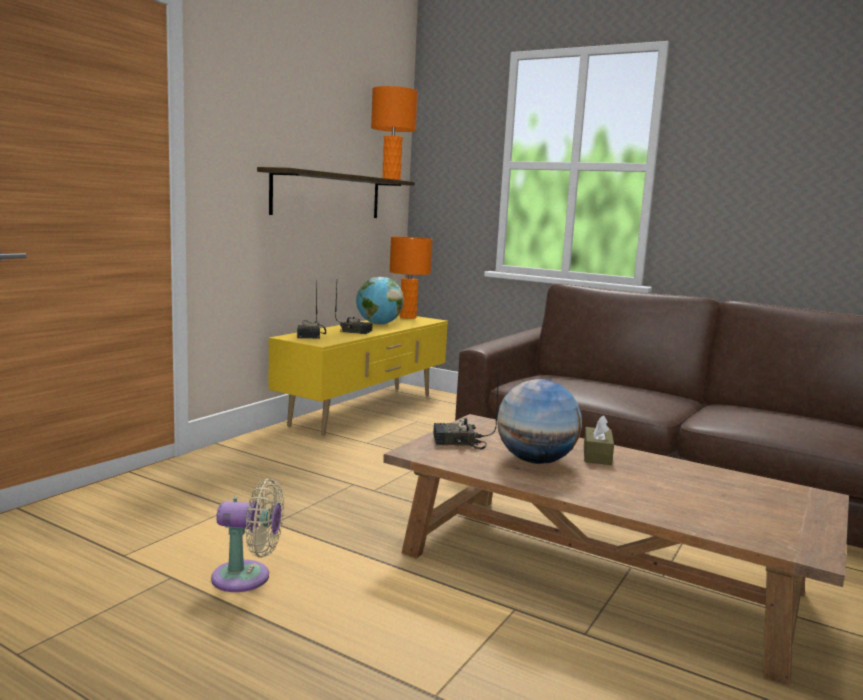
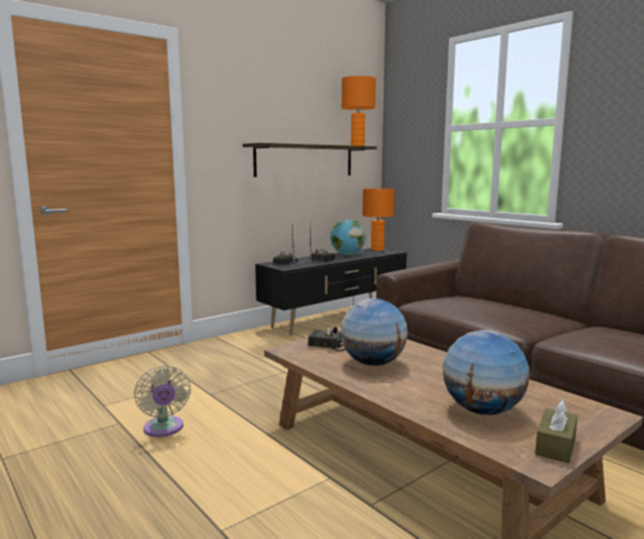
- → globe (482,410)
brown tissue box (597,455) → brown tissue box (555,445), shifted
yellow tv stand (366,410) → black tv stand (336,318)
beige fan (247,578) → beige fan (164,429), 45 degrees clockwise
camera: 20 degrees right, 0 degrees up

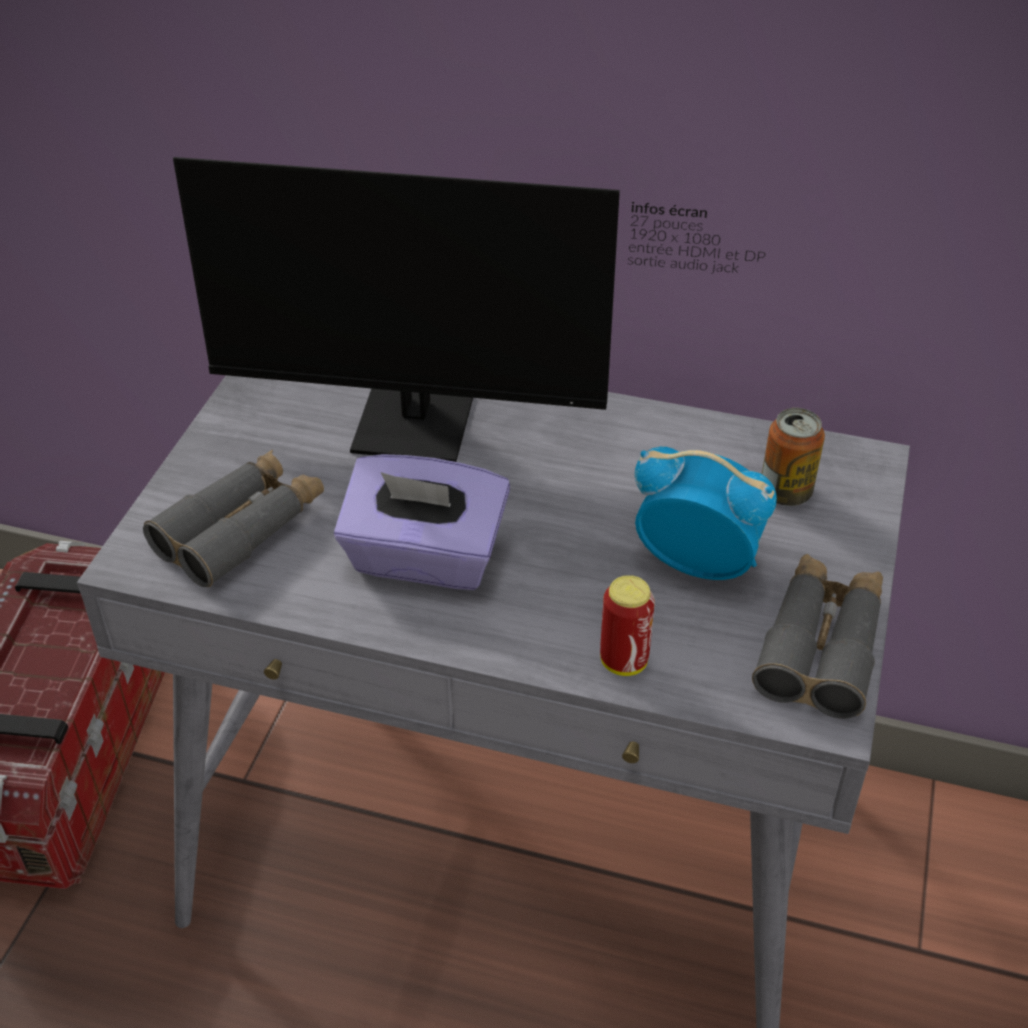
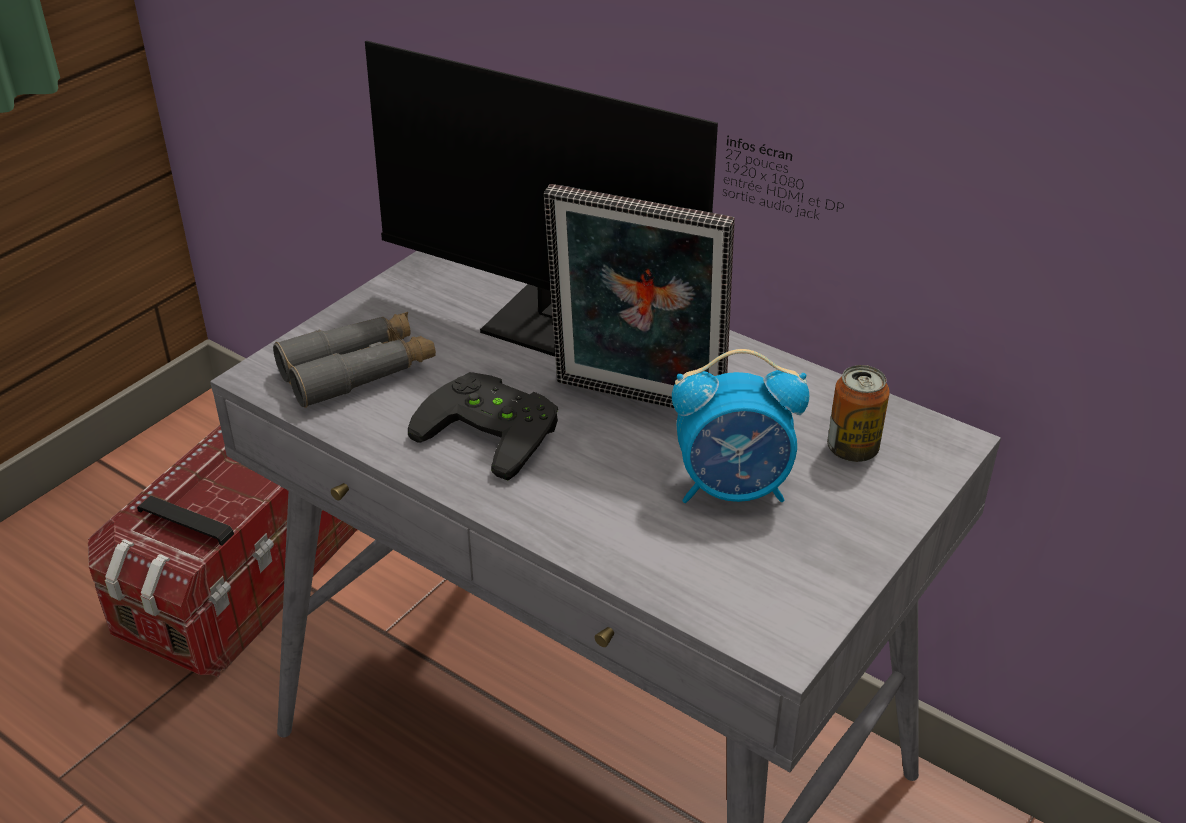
can (623,661) → -
grey binoculars (821,646) → -
- → picture frame (636,402)
purple tissue box (425,559) → black game controller (494,428)
alarm clock (697,563) → alarm clock (734,489), 135 degrees clockwise
camera: 20 degrees right, 5 degrees down

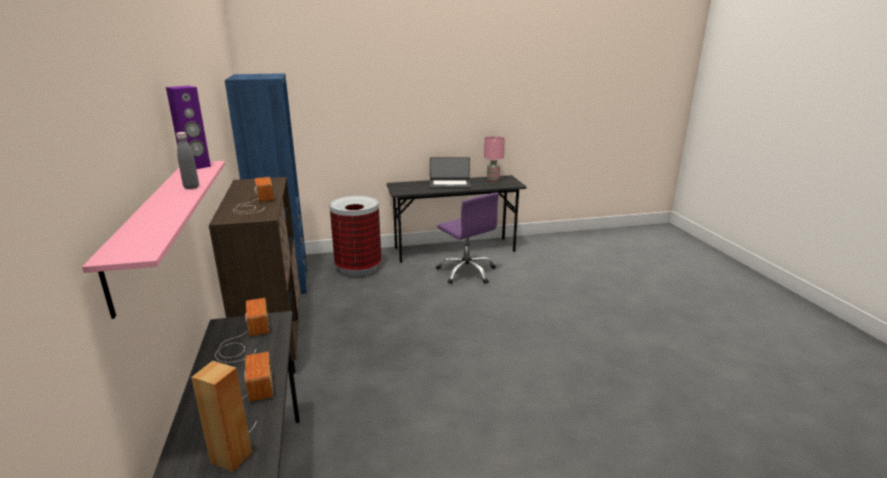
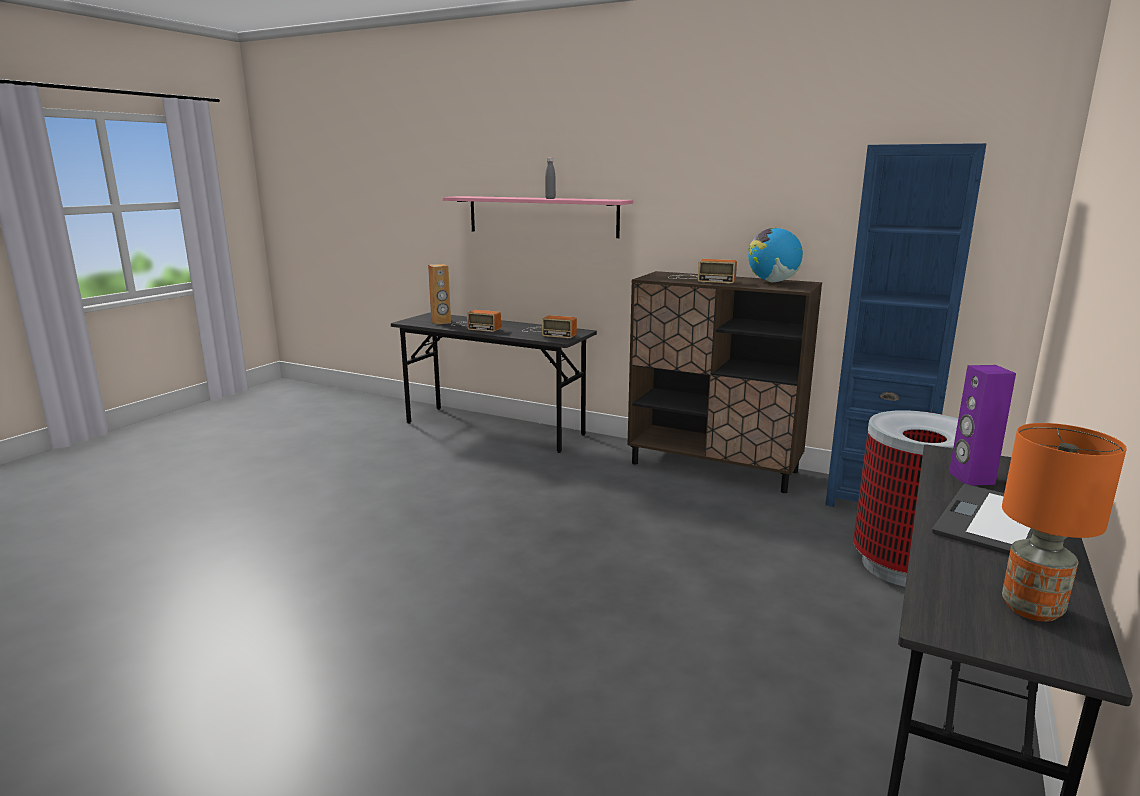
purple office chair (467,272) → -
- → globe (772,282)
purple speaker (196,166) → purple speaker (971,478), shifted
pink table lamp (493,180) → orange table lamp (1032,609)
camera: 130 degrees right, 5 degrees down

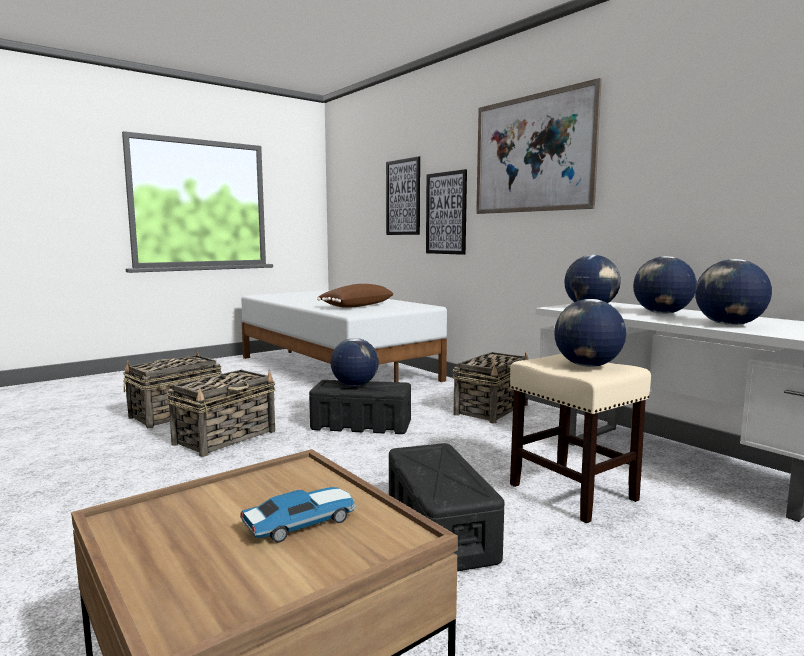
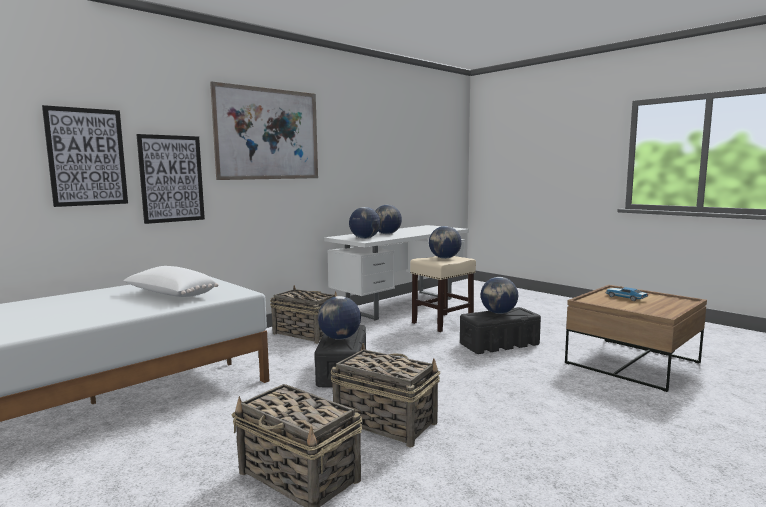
globe (728,325) → globe (498,313), shifted
brown pillow (356,306) → white pillow (170,295)
camera: 95 degrees left, 0 degrees up

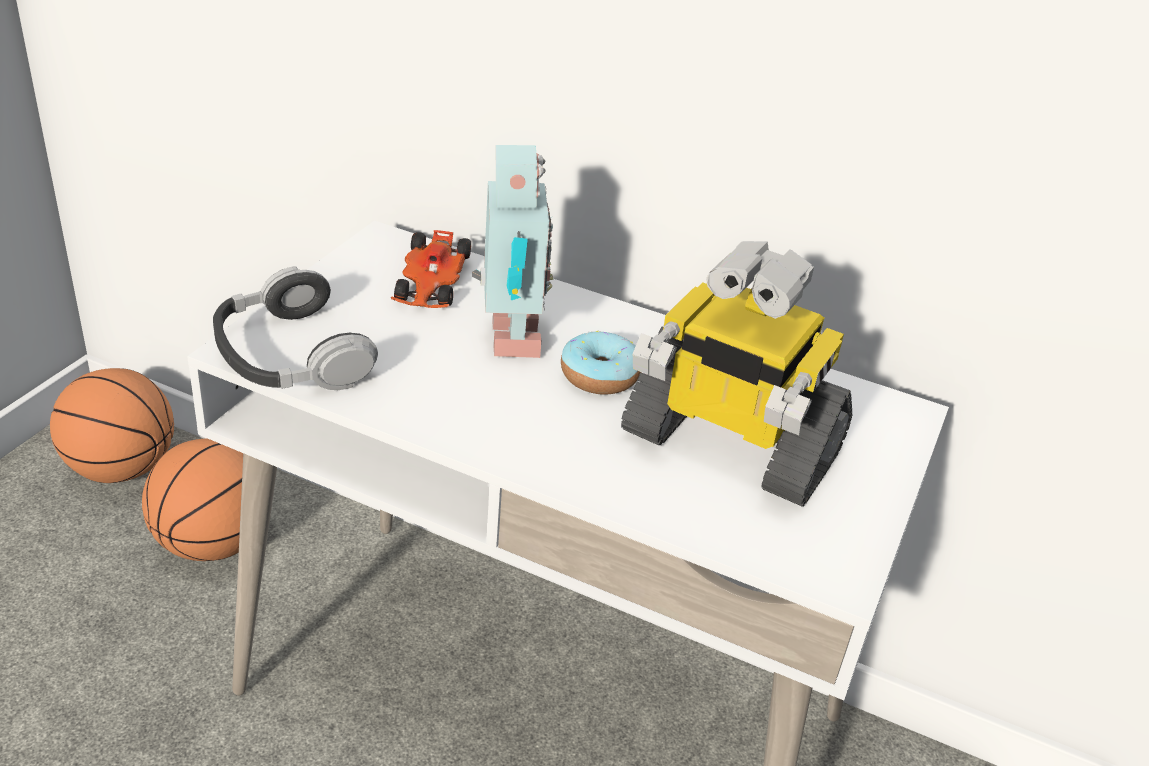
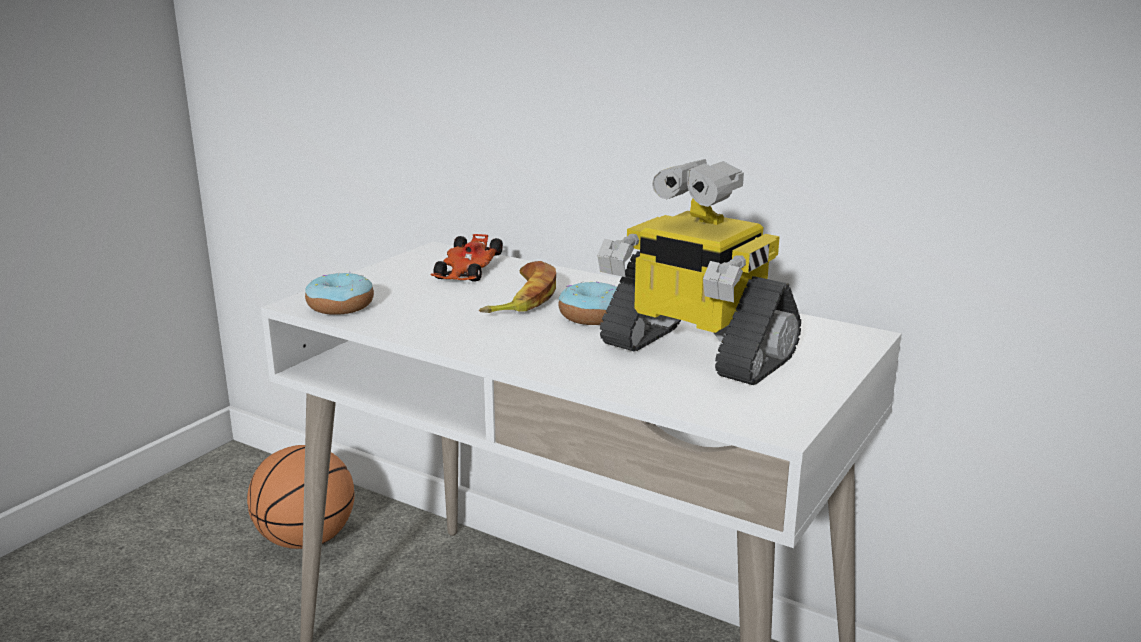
basketball (121,469) → -
headphones (289,355) → donut (340,306)
toy robot (508,341) → banana (521,298)
camera: 10 degrees right, 15 degrees down

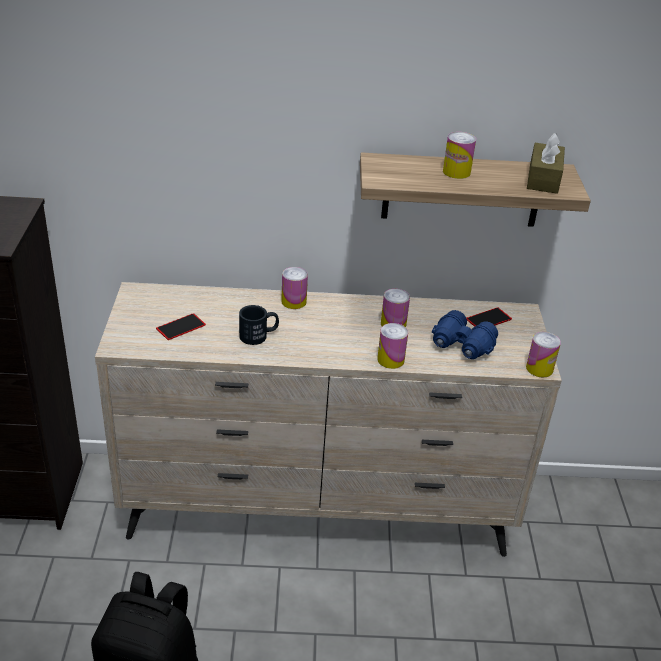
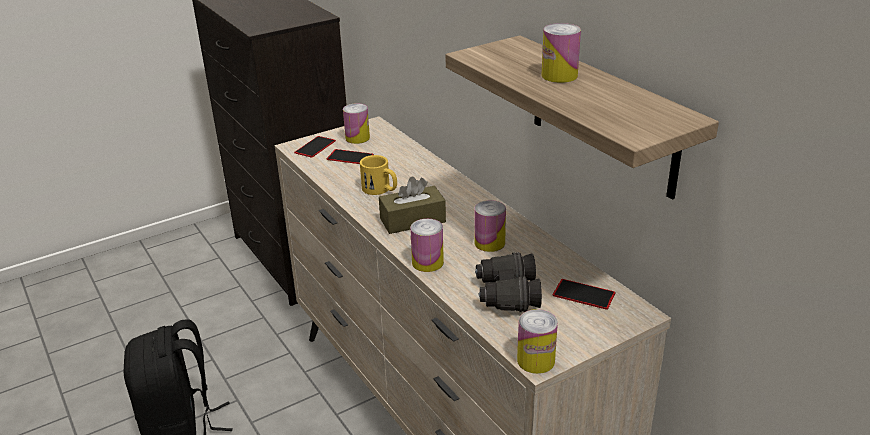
- → phone (315,147)
can (293,301) → can (357,138), shifted
brown tissue box (543,179) → brown tissue box (412,220), shifted
black mug (259,335) → yellow mug (380,190)
blue binoculars (461,346) → black binoculars (507,294)
camera: 60 degrees right, 5 degrees down

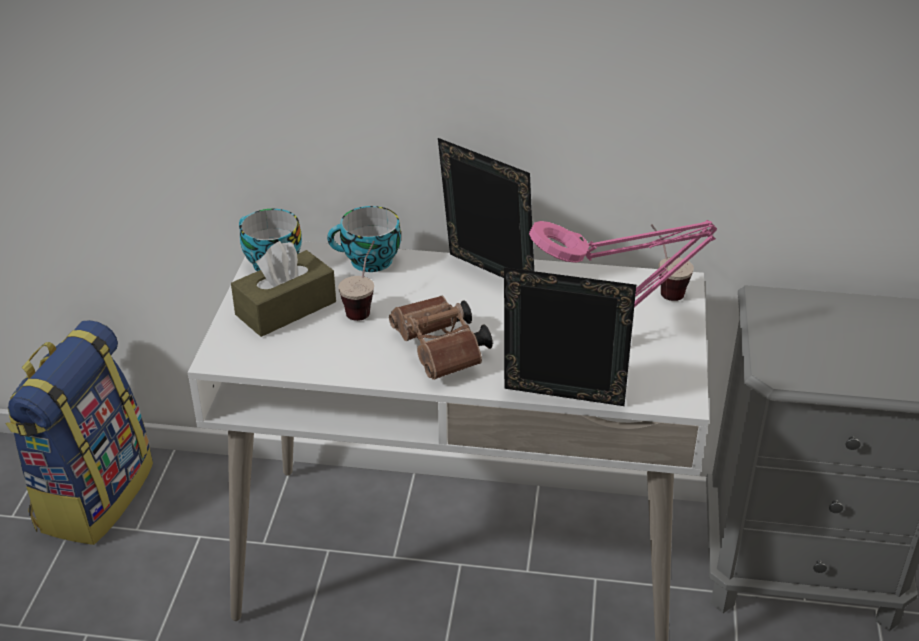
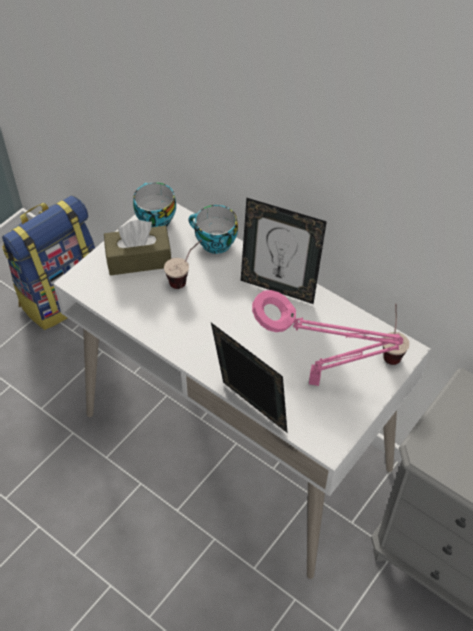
brown binoculars (441,353) → -
picture frame (486,276) → picture frame (278,287), 135 degrees clockwise
camera: 30 degrees right, 15 degrees up

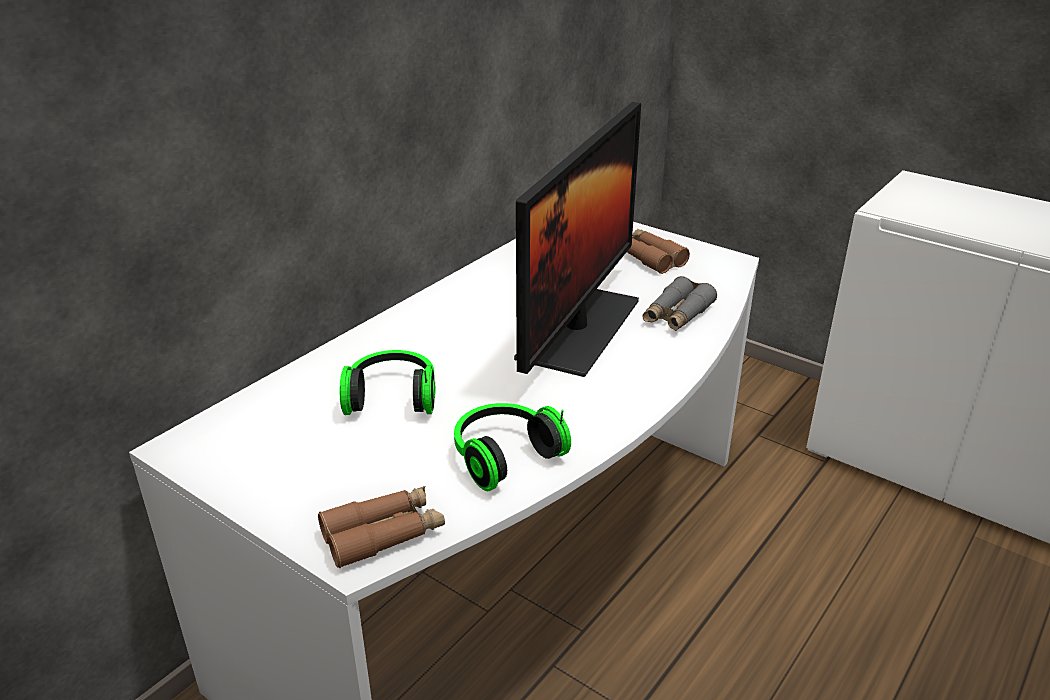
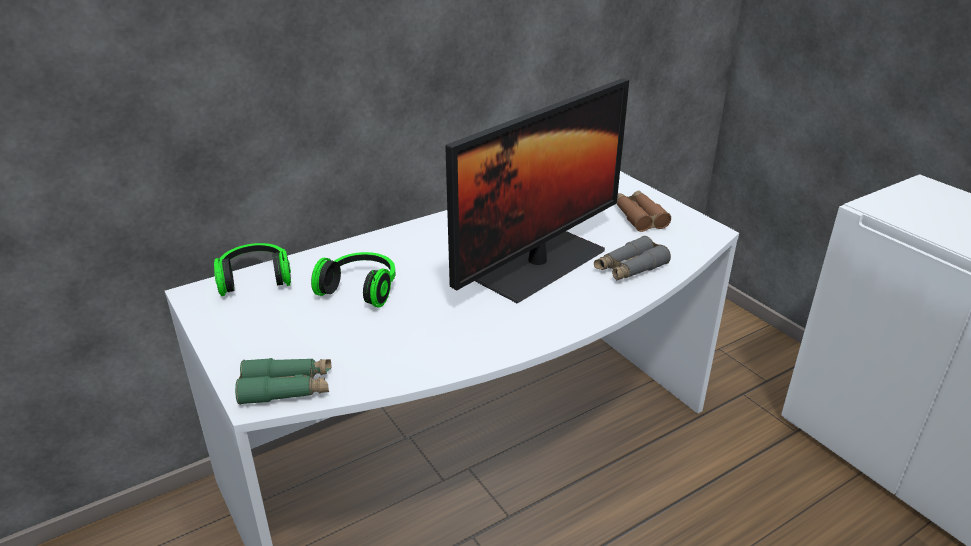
headphones (503,456) → headphones (255,279), shifted
brown binoculars (383,534) → green binoculars (287,388)
camera: 20 degrees right, 0 degrees up

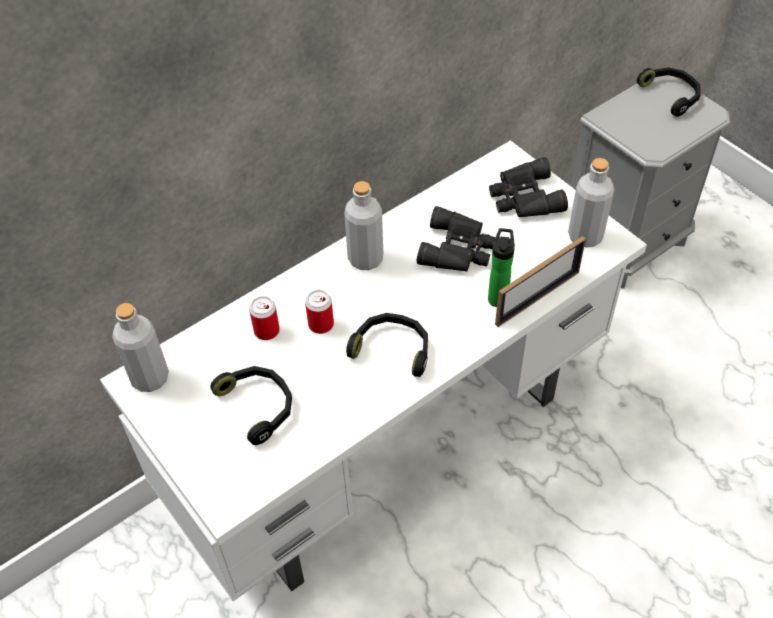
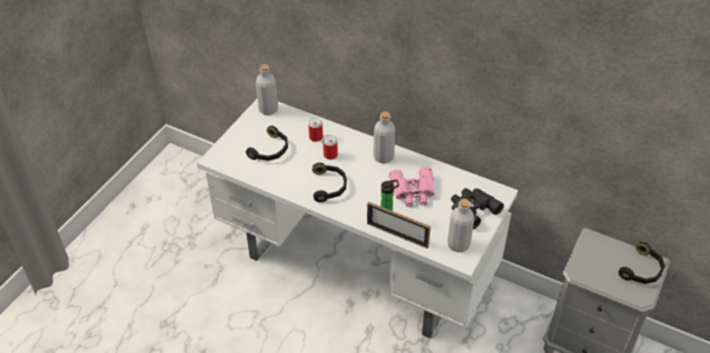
black binoculars (458,249) → pink binoculars (413,192)
camera: 65 degrees right, 5 degrees down

